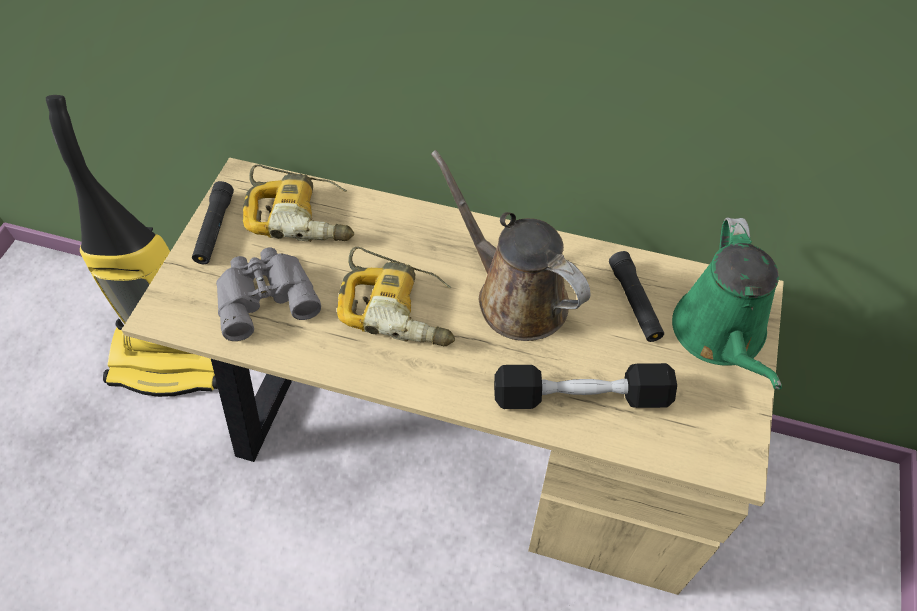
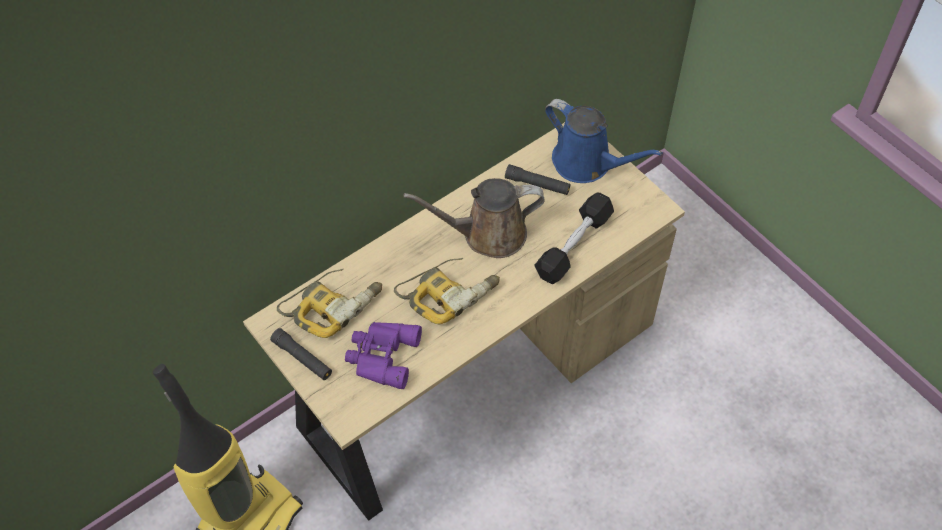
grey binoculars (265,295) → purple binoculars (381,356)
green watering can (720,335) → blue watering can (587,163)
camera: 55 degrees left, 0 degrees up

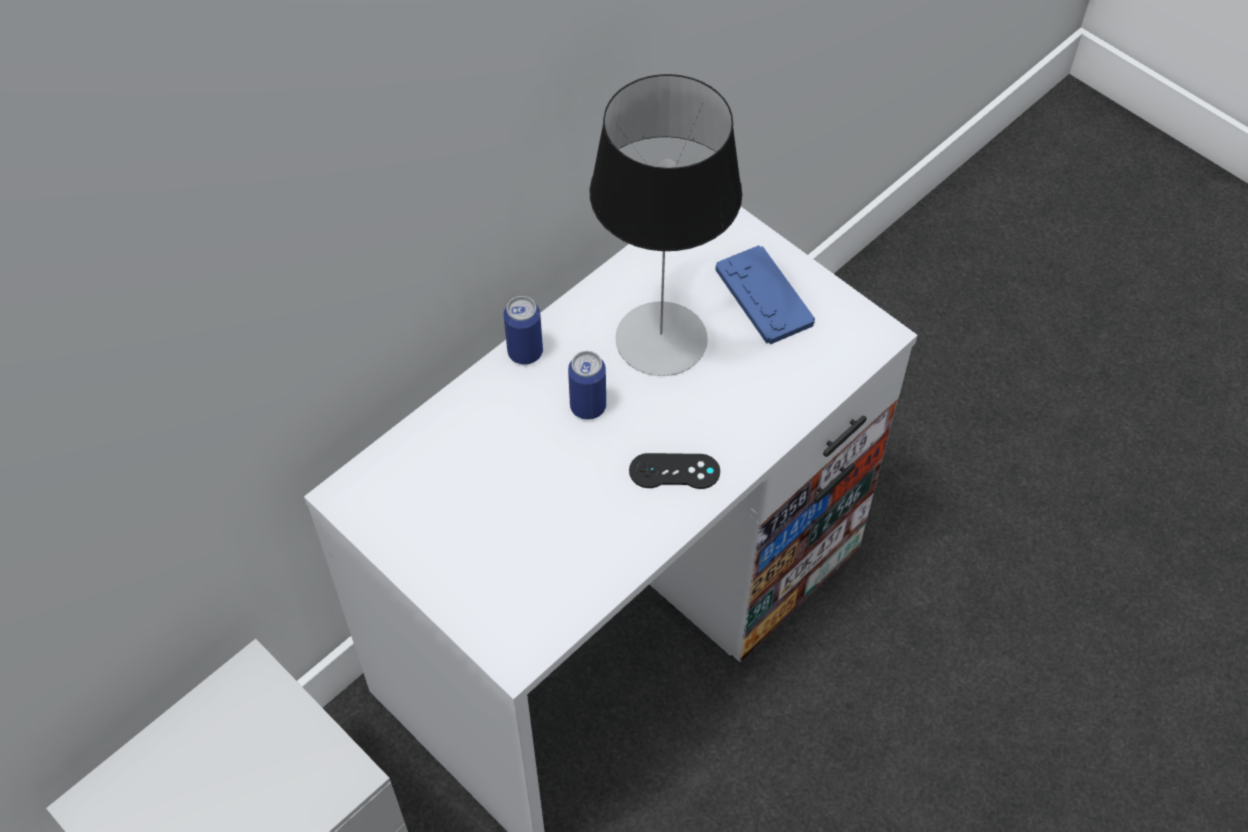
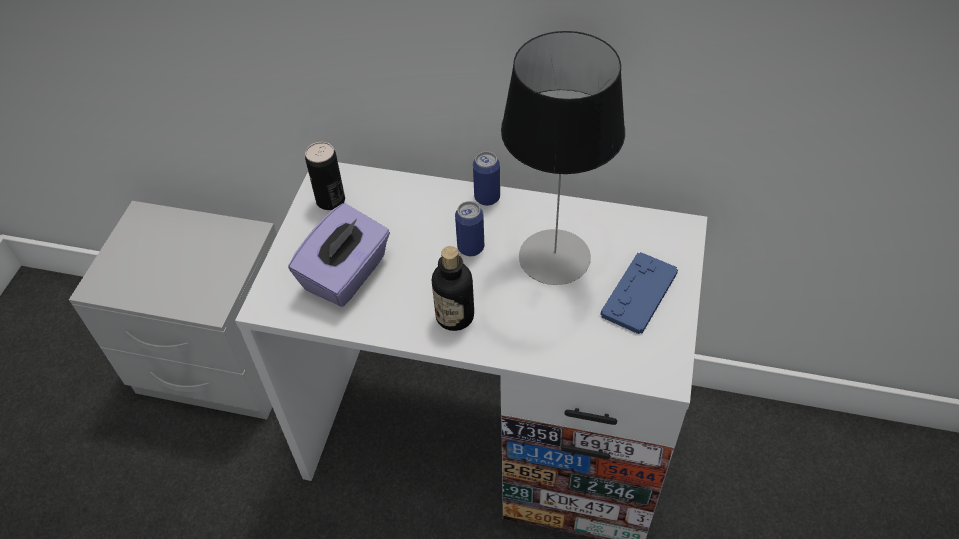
- → purple tissue box (346,275)
- → can (330,200)
black game controller (674,471) → bottle (455,316)
camera: 60 degrees right, 5 degrees down

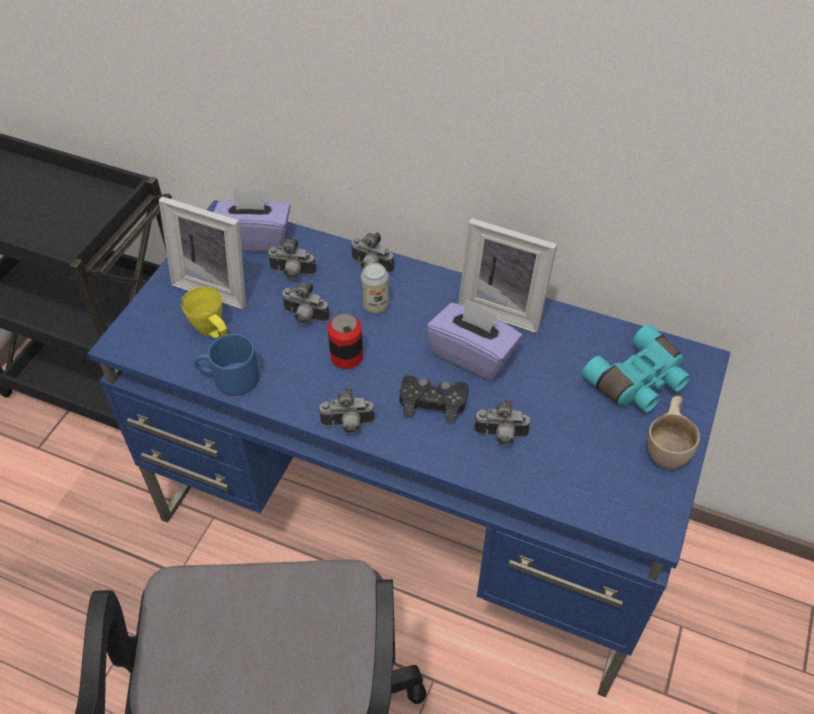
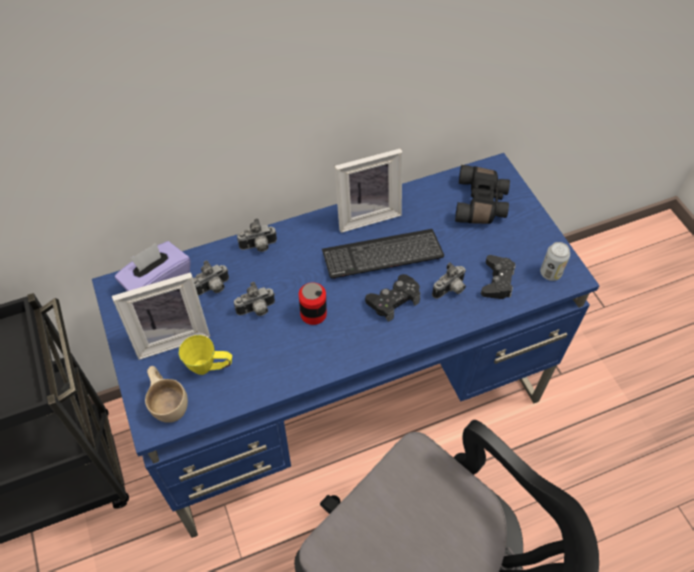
blue mug (228,379) → -
photo camera (347,425) → -
- → black game controller (497,281)
can (375,305) → can (550,273), shifted
beige cup (668,446) → beige cup (169,402), shifted
purple tissue box (472,355) → keyboard (382,255)
turquoise binoculars (638,382) → black binoculars (481,203)
camera: 45 degrees left, 5 degrees up

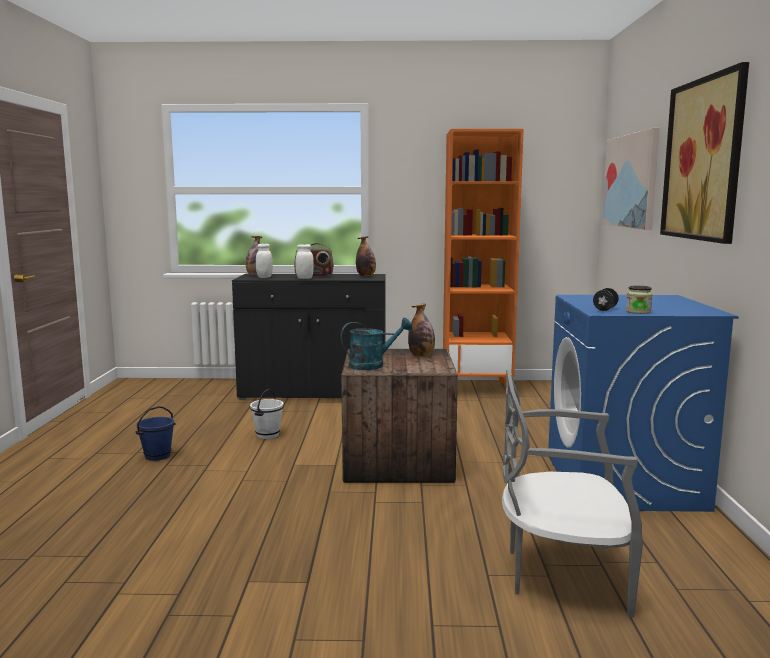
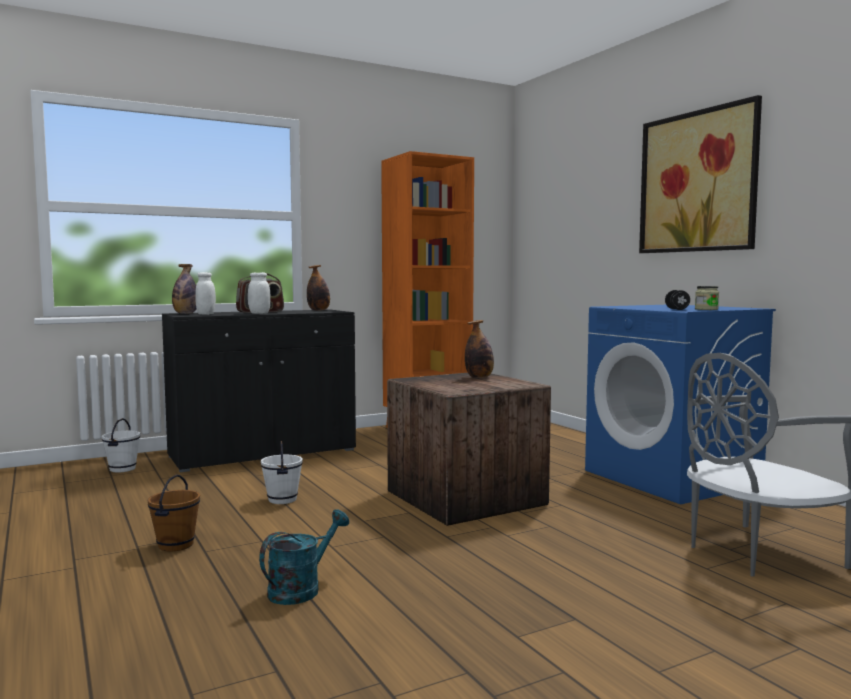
picture (631,181) → -
- → white bucket (123,469)
turquoise watering can (373,365) → turquoise watering can (301,589), shifted
blue bucket (158,456) → brown bucket (176,545)
camera: 30 degrees left, 5 degrees down

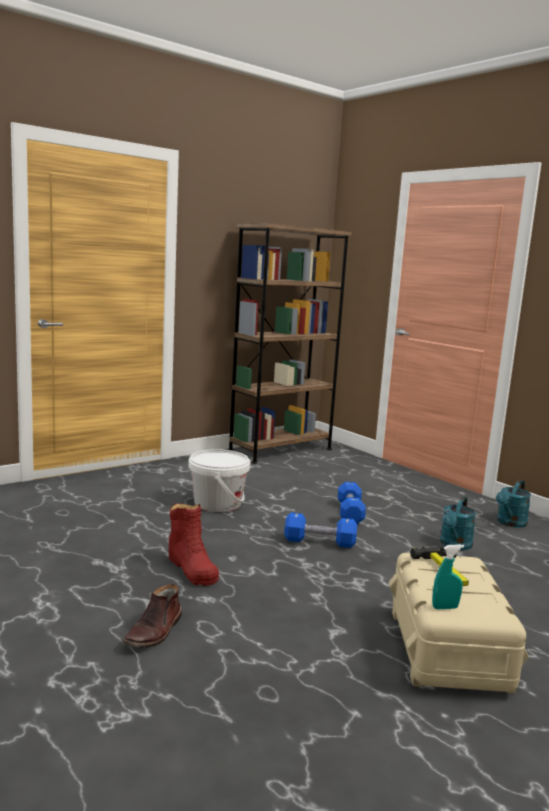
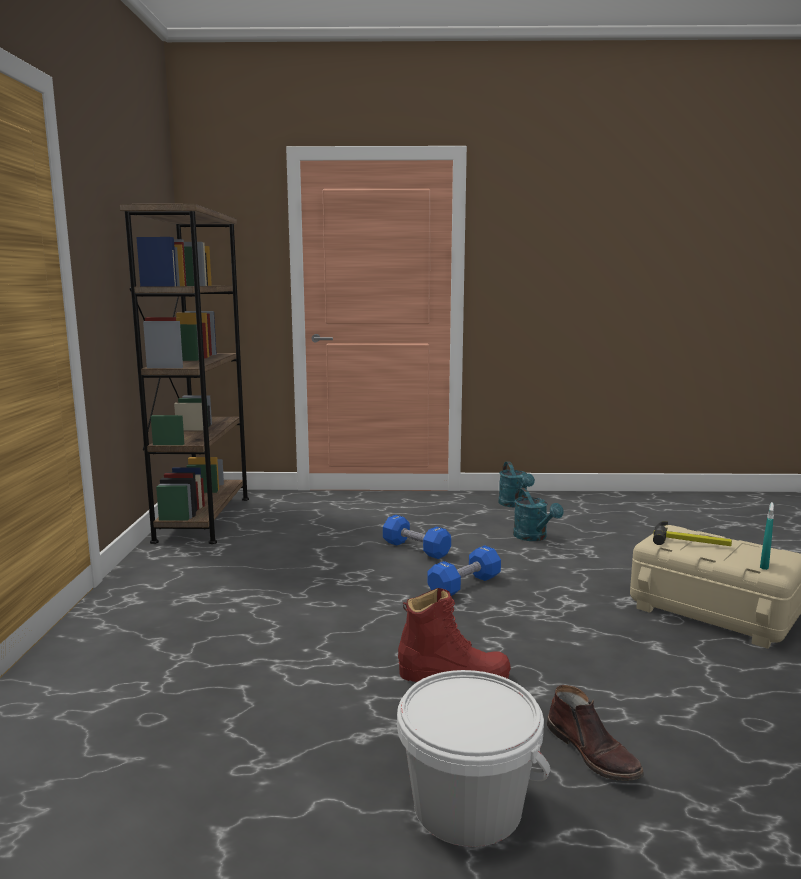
white bucket (217,503) → white bucket (467,805), shifted
camera: 50 degrees left, 0 degrees up

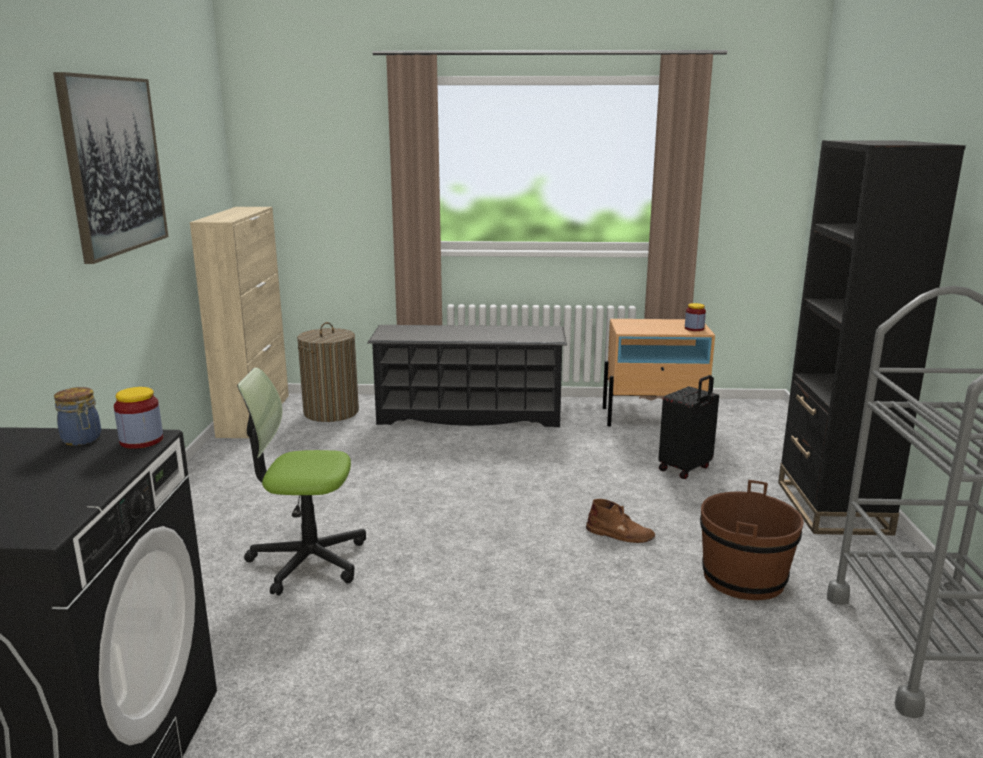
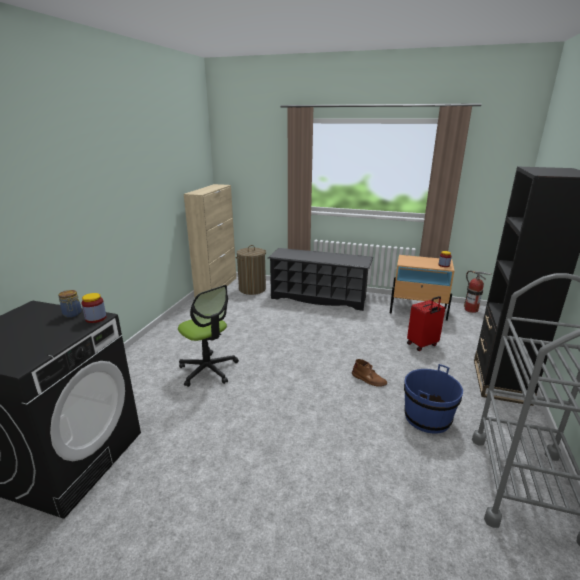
picture (114,165) → -
- → fire extinguisher (471,309)
black suitcase (686,469) → red suitcase (422,345)
brown bucket (744,578) → blue bucket (427,418)
office chair (308,560) → office chair (208,370), 150 degrees counterclockwise
camera: 15 degrees right, 5 degrees up

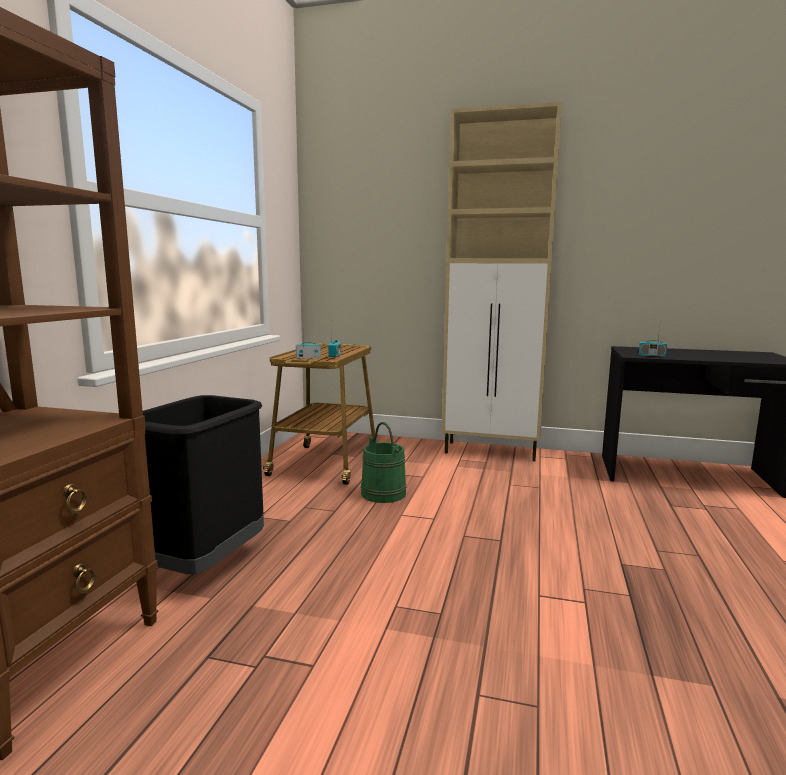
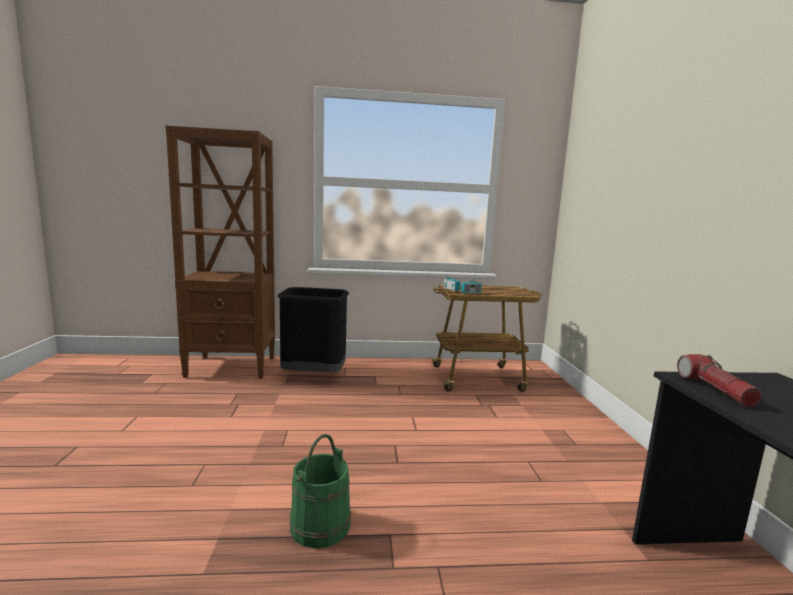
beige cabinet (492,451) → -
green bucket (384,493) → green bucket (320,525), shifted
radio (652,355) → flashlight (714,389)
camera: 70 degrees right, 0 degrees up

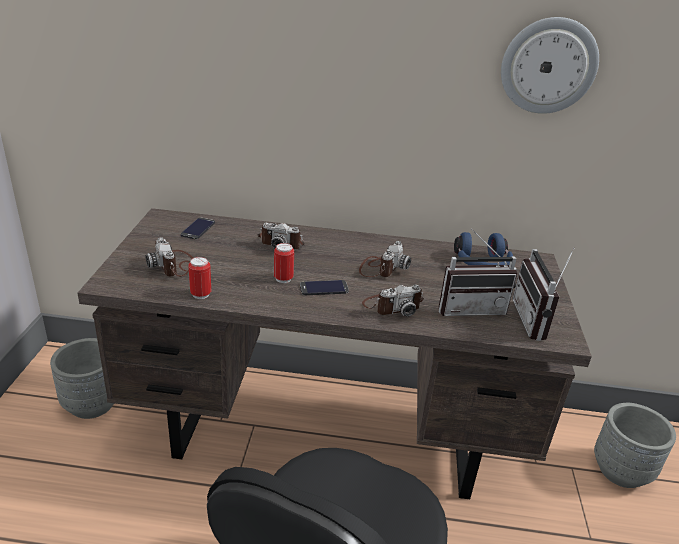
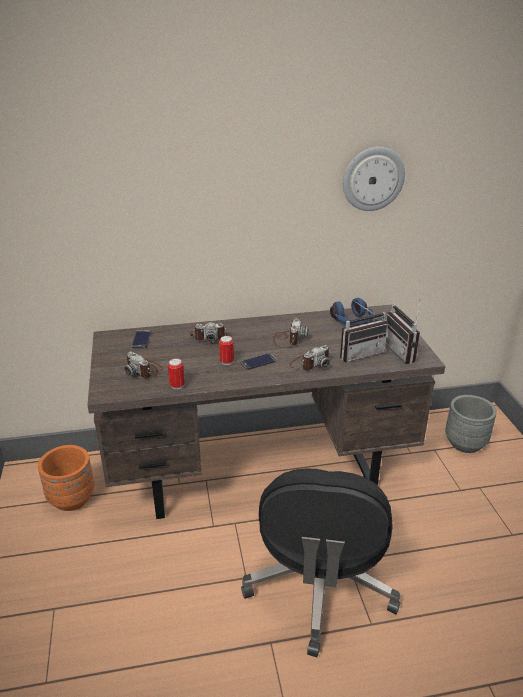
grey planter (92,404) → orange planter (72,498)
camera: 15 degrees left, 0 degrees up

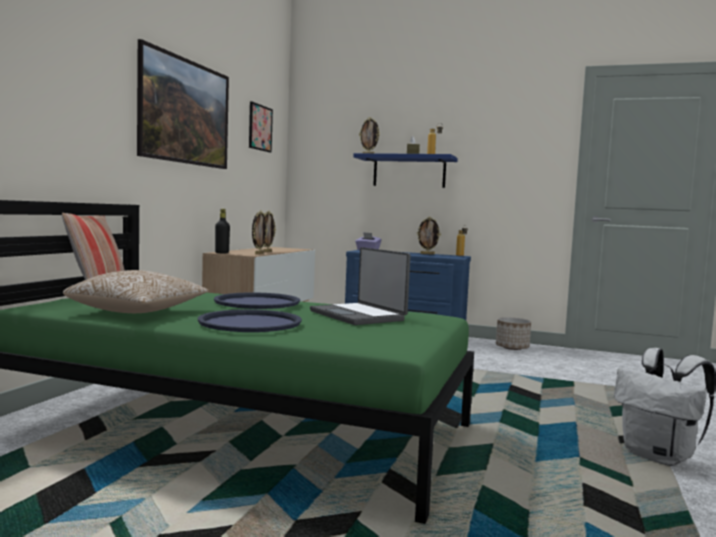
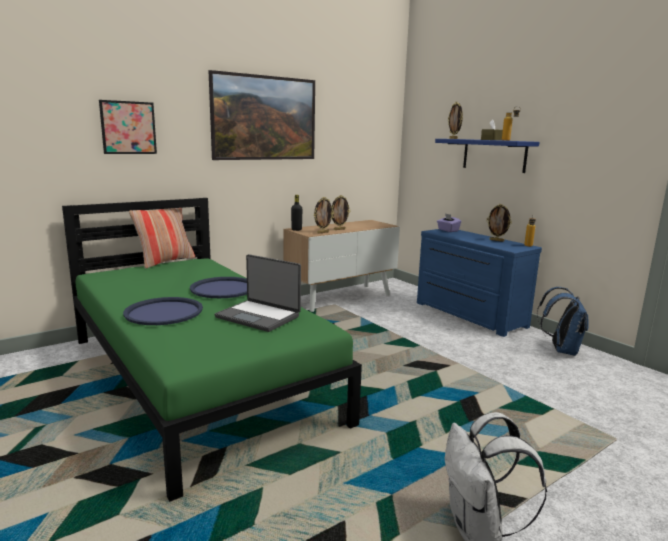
pillow (138,312) → -
picture (260,127) → picture (128,127), shifted
planter (512,347) → blue backpack (561,350)
laptop (358,316) → laptop (259,316), 60 degrees counterclockwise
camera: 35 degrees right, 10 degrees up

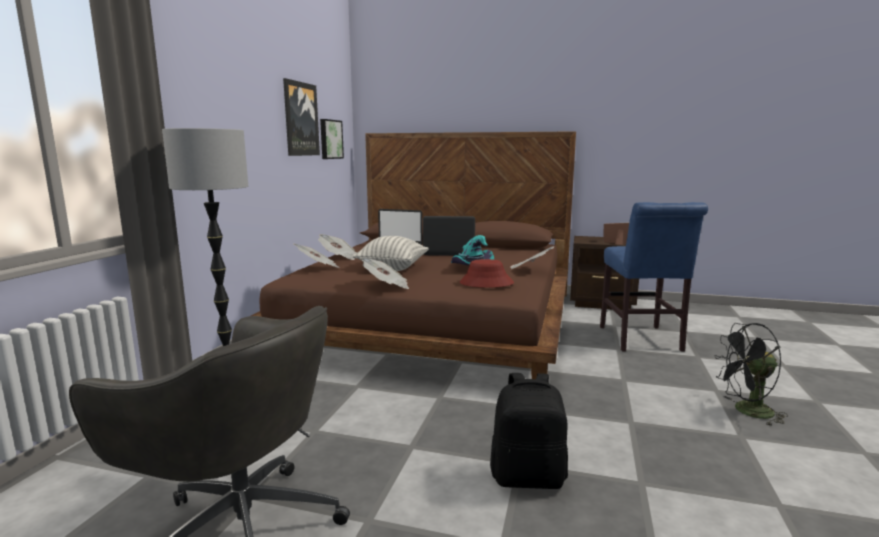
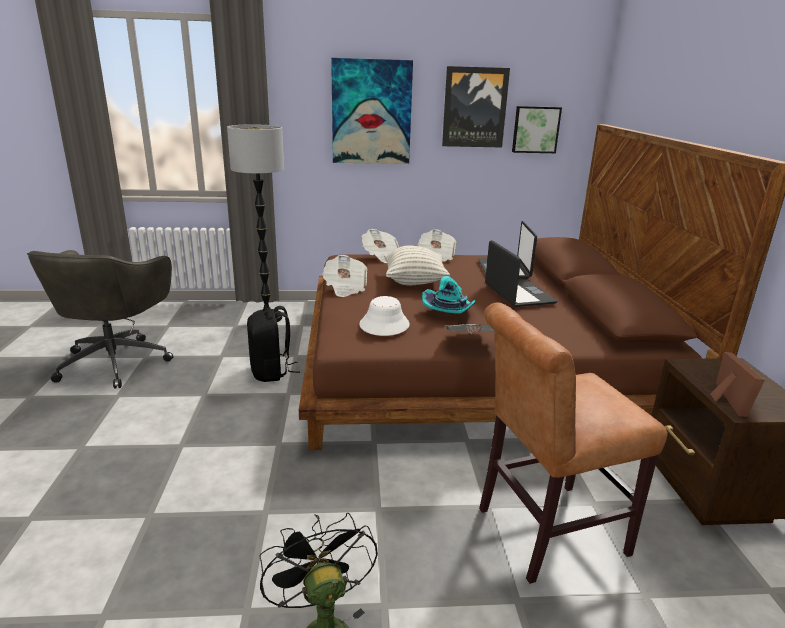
- → picture (371,112)
black backpack (528,476) → black backpack (271,372), shifted
red hat (486,283) → white hat (384,325)
blue chair (641,340) → brown chair (544,532)
camera: 70 degrees right, 10 degrees up

